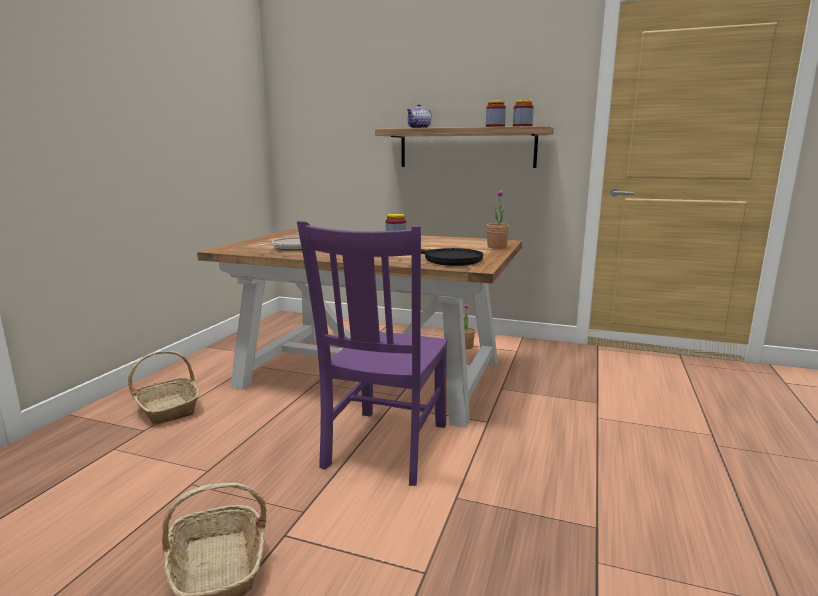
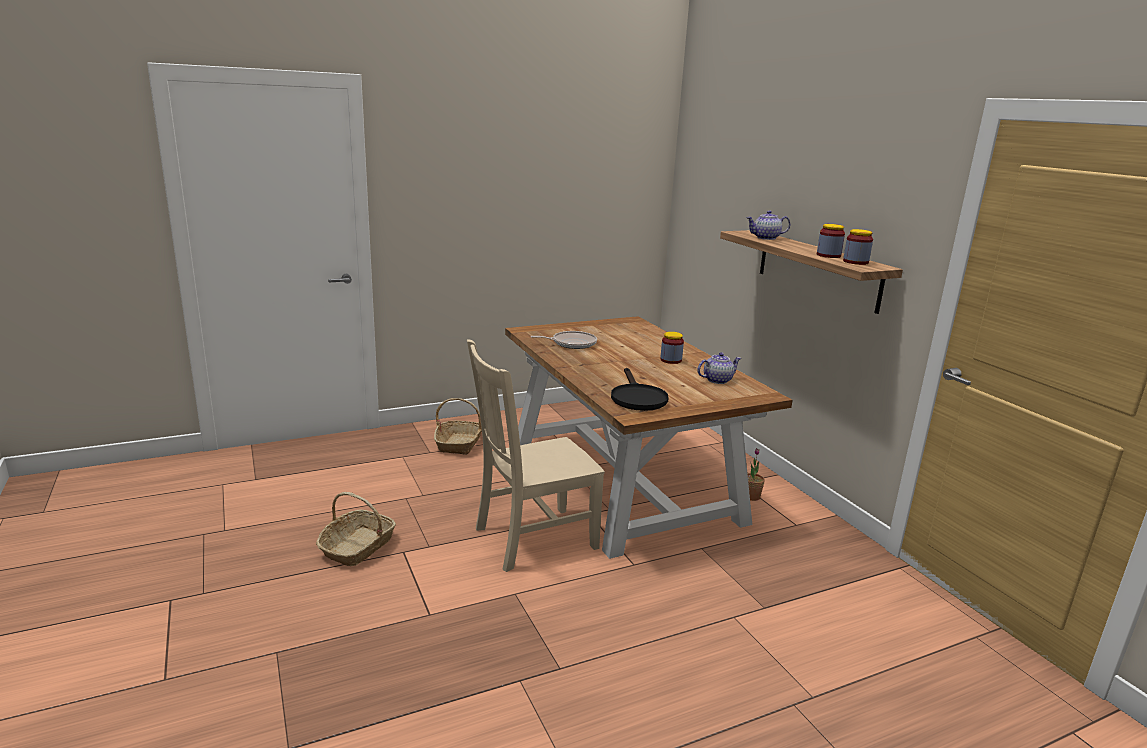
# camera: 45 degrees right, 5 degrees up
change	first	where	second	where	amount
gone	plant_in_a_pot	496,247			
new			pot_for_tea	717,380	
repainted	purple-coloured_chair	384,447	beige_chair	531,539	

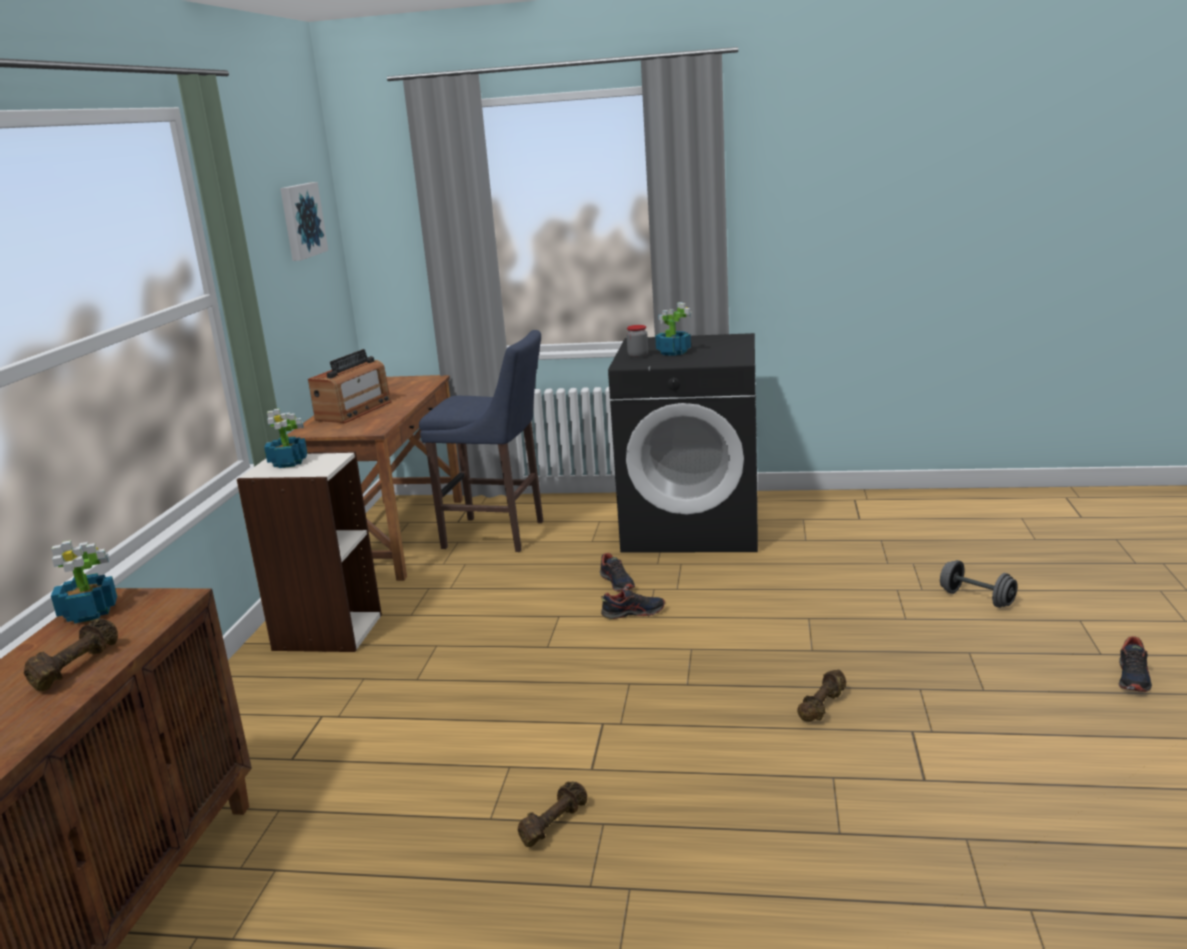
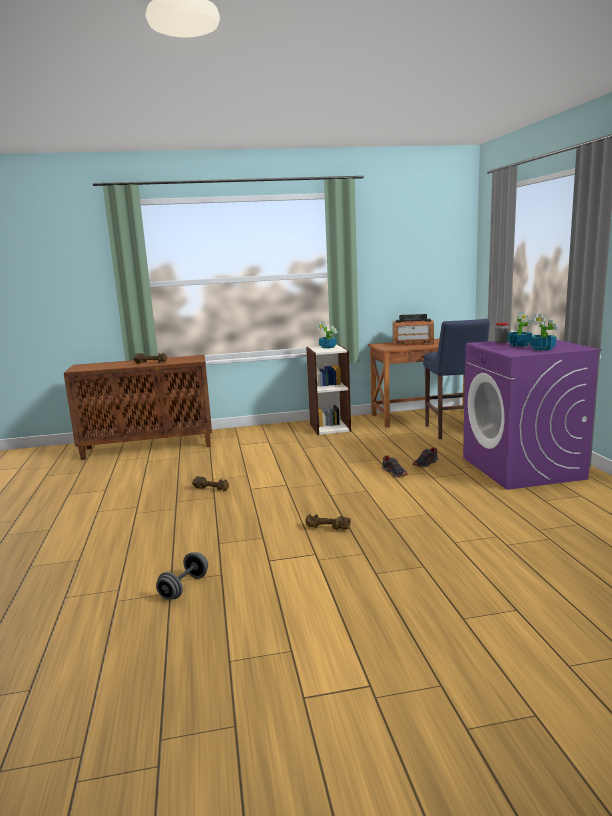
# camera: 70 degrees right, 5 degrees down
change	first	where	second	where	amount
gone	wall_art	301,221			
gone	low_shoe	1133,677			
shifted	plant_in_a_pot	90,612		543,349	
shifted	gray_dumbbell	977,599		184,587	
repainted	black_laundry_machine	693,527	purple-coloured_laundry_machine	522,468	

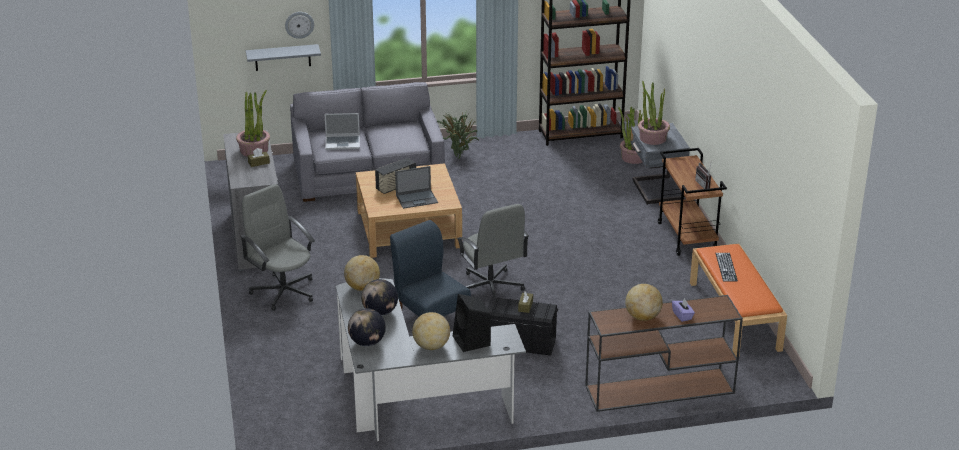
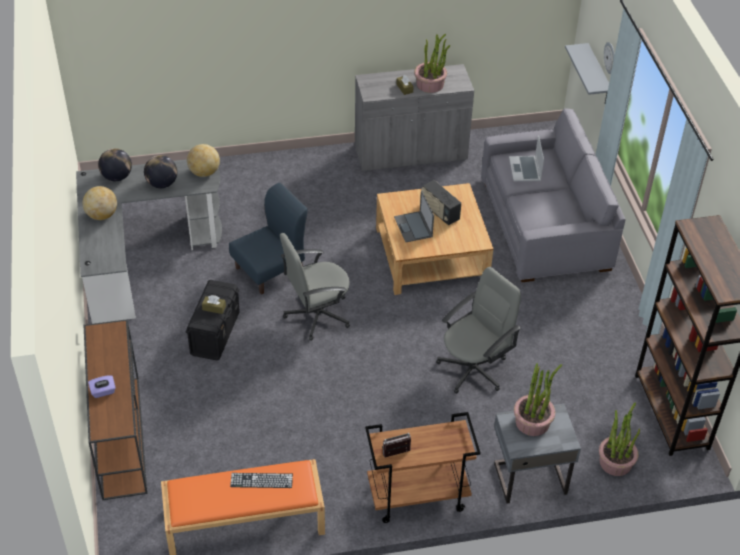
# camera: 90 degrees right, 15 degrees up
change	first	where	second	where	amount
gone	plant_in_a_pot	459,156			
gone	black_loudspeaker	472,341			
gone	globe	643,317			
shifted	gray_office_chair	283,291		474,369	

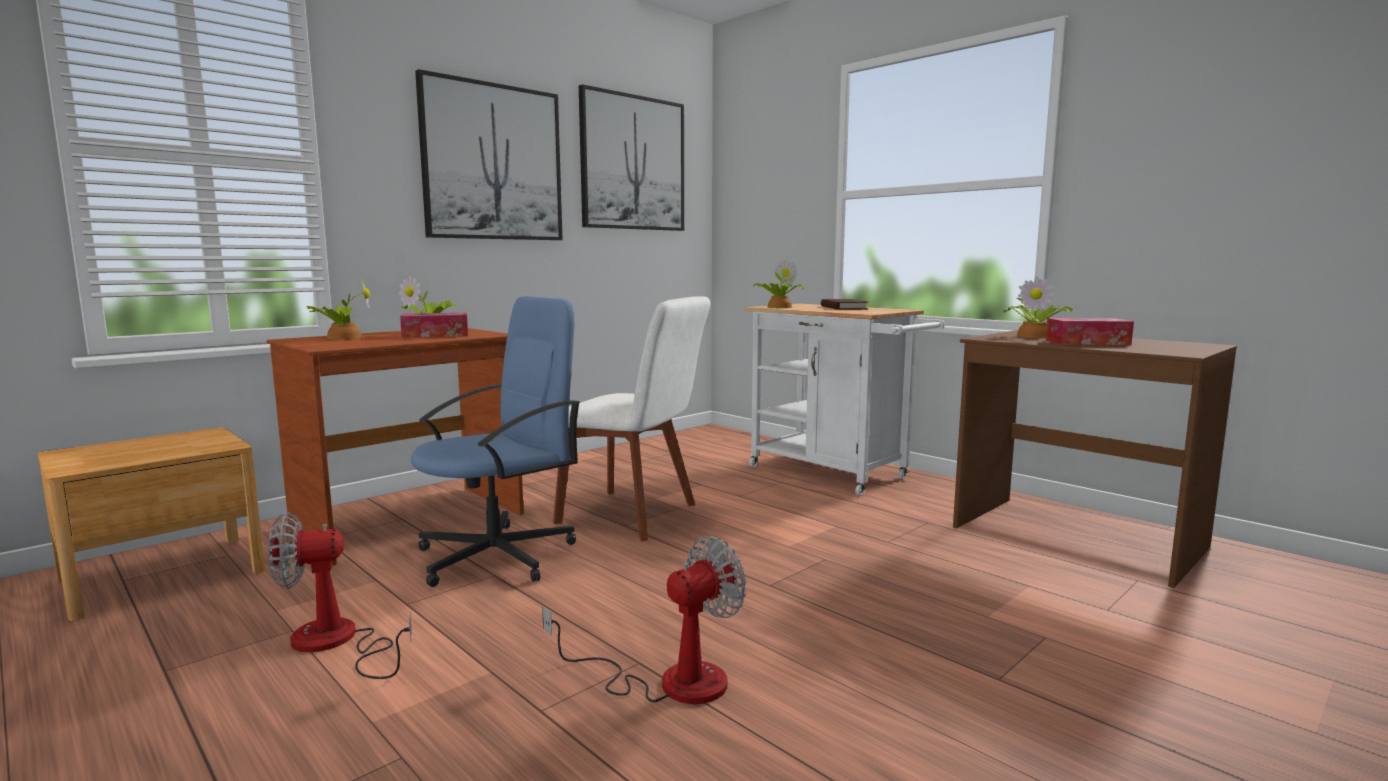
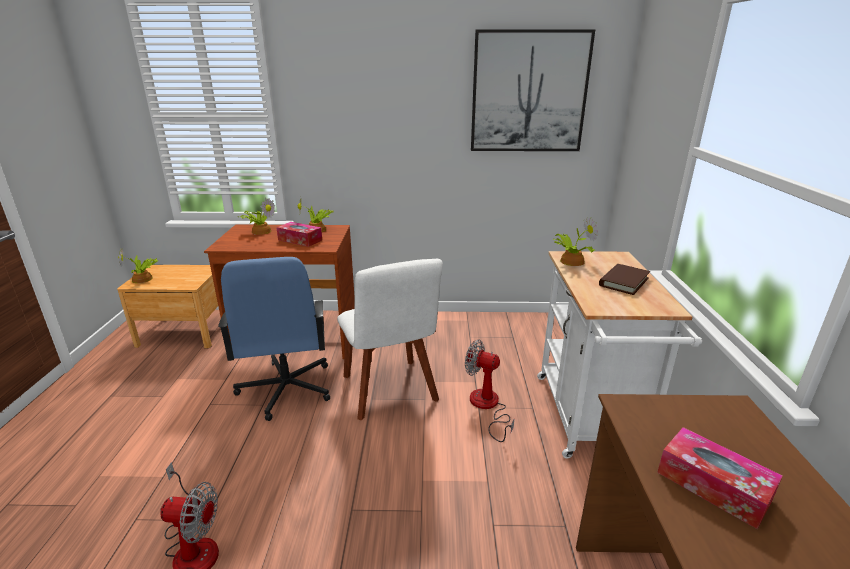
# camera: 45 degrees right, 15 degrees up
change	first	where	second	where	amount
gone	wall_art	493,162			
shifted	cooling_fan	337,643		487,407	
shifted	plant_in_a_pot	1035,336		143,279	
rotated	blue-coloured_office_chair	498,555		286,389	75 degrees clockwise

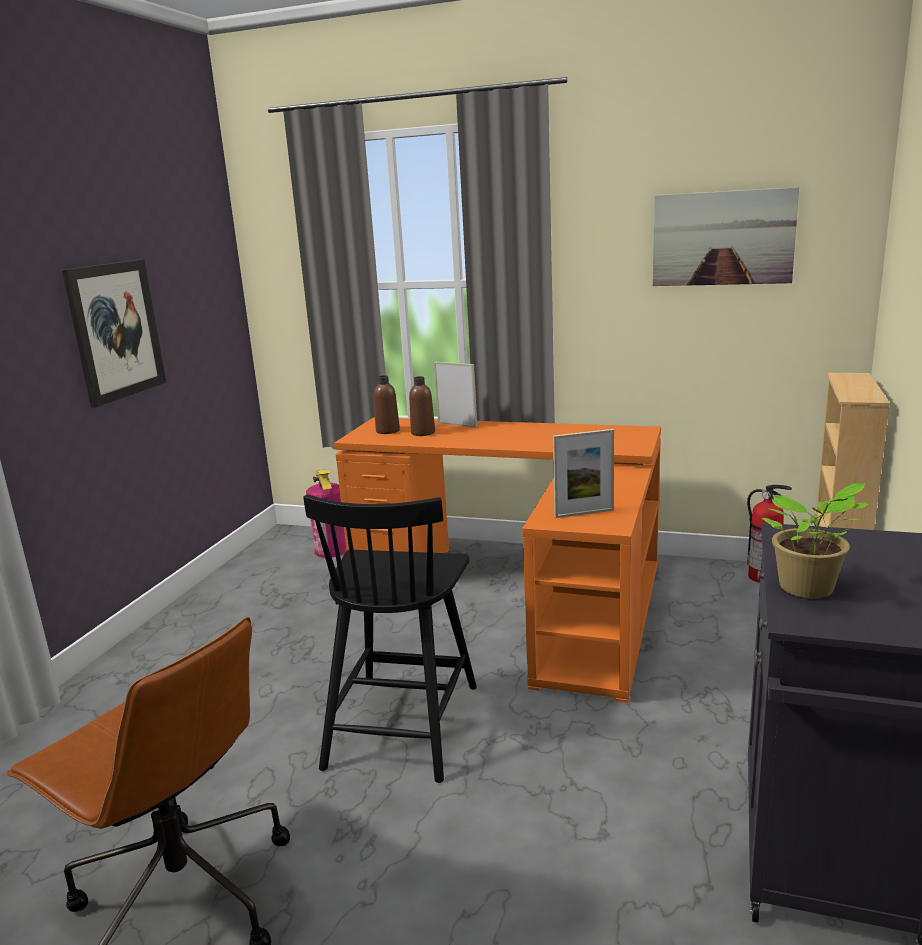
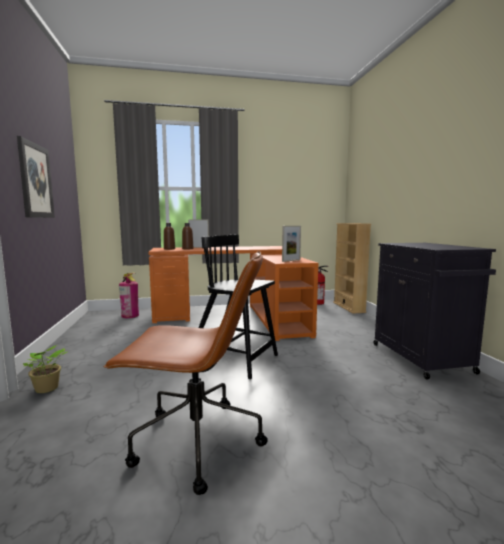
# camera: 30 degrees left, 10 degrees down
change	first	where	second	where	amount
gone	wall_art	722,238			
shifted	plant_in_a_pot	808,589		46,389	
rotated	black_chair	403,723		234,359	135 degrees clockwise

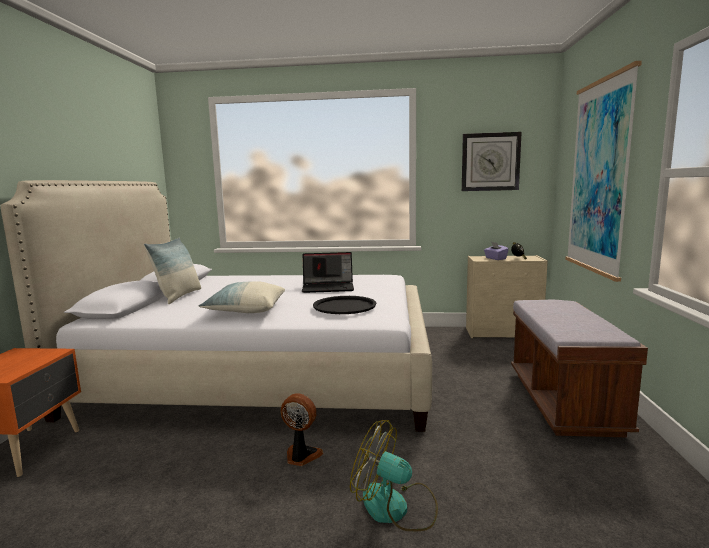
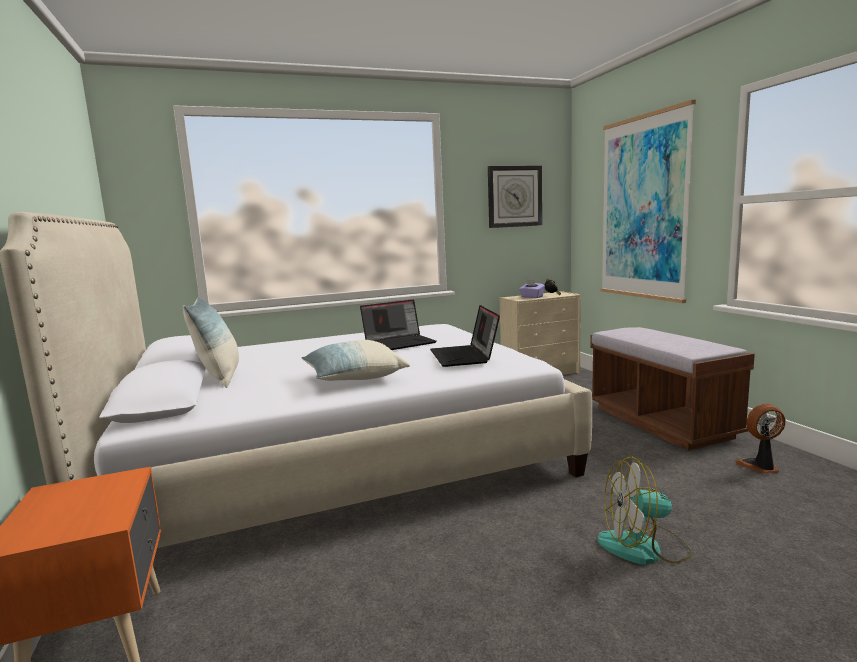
# camera: 25 degrees left, 0 degrees up
change	first	where	second	where	amount
shifted	cooling_fan	301,456		760,467	
swapped	black_serving_tray	344,306	laptop	464,356	

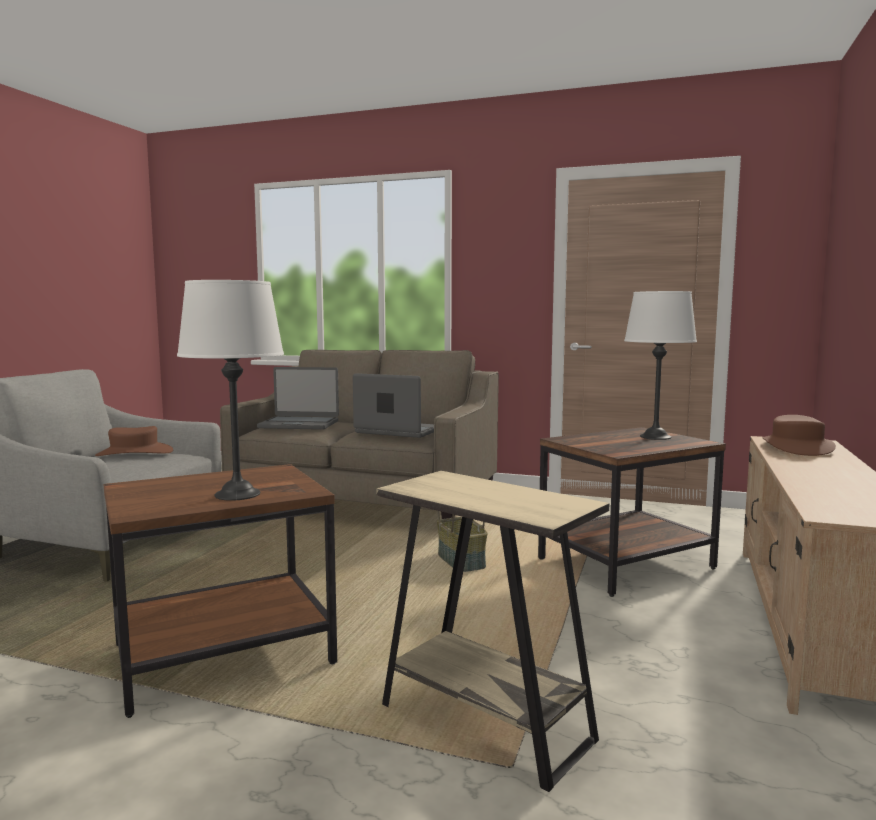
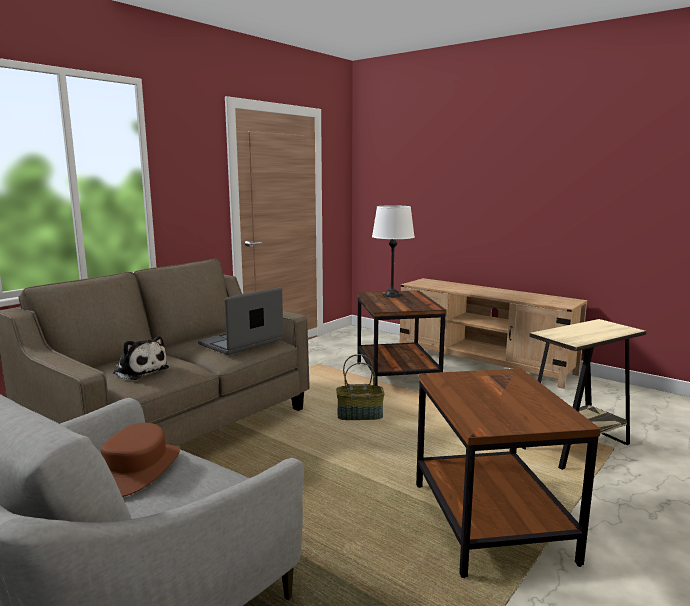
# camera: 70 degrees left, 5 degrees up
change	first	where	second	where	amount
gone	white-coloured_tabletop_lamp	237,494			
gone	brown_wearable_hat	796,447			
swapped	laptop	299,424	soft_toy	139,371	

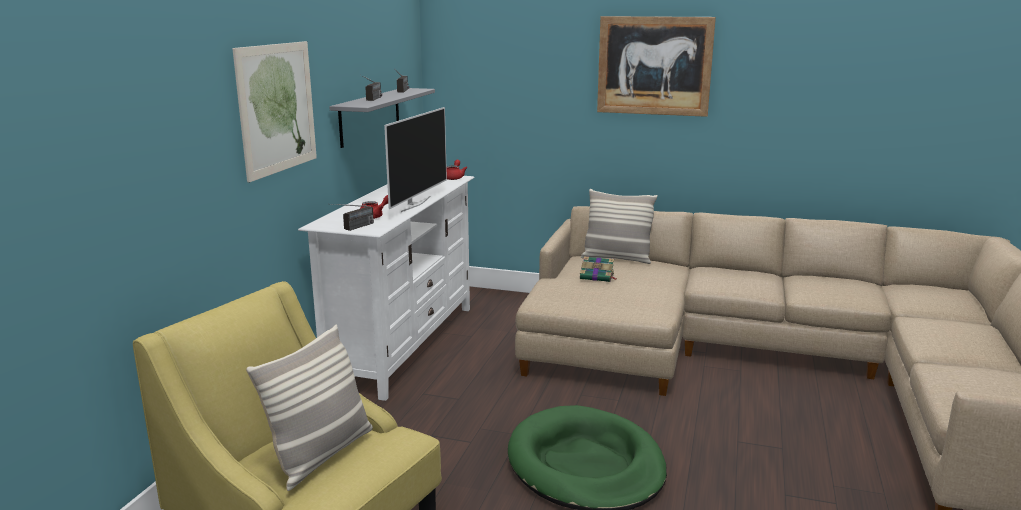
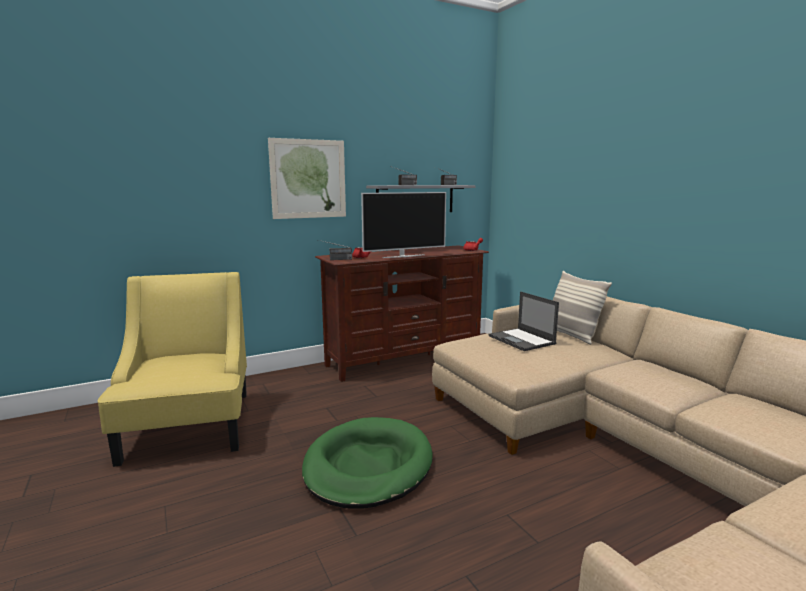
# camera: 45 degrees right, 5 degrees down
change	first	where	second	where	amount
gone	cushion	321,455			
gone	wall_art	654,66			
swapped	bound_book	597,277	laptop	522,340	
repainted	white-coloured_tv_stand	403,345	brown_tv_stand	404,359	

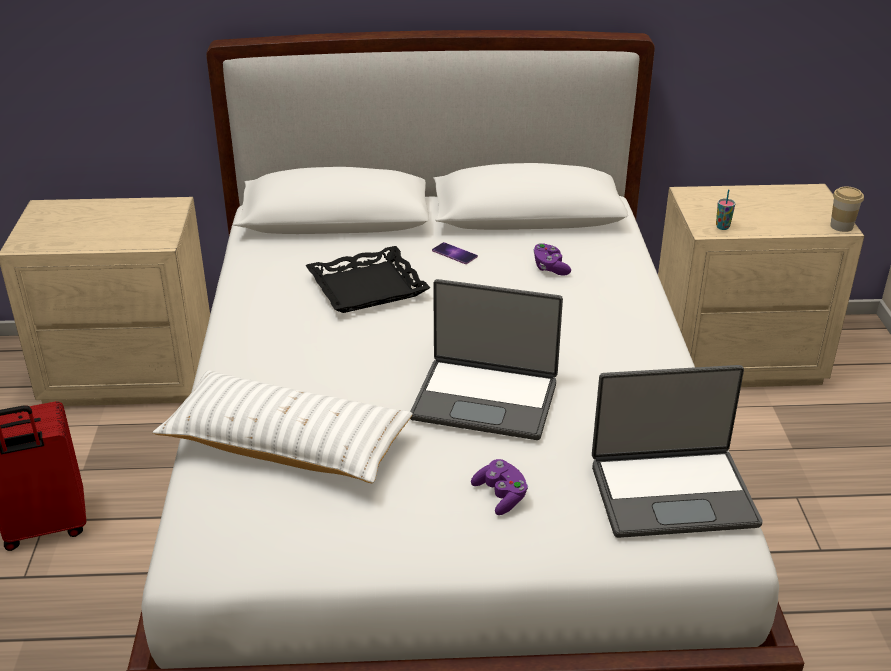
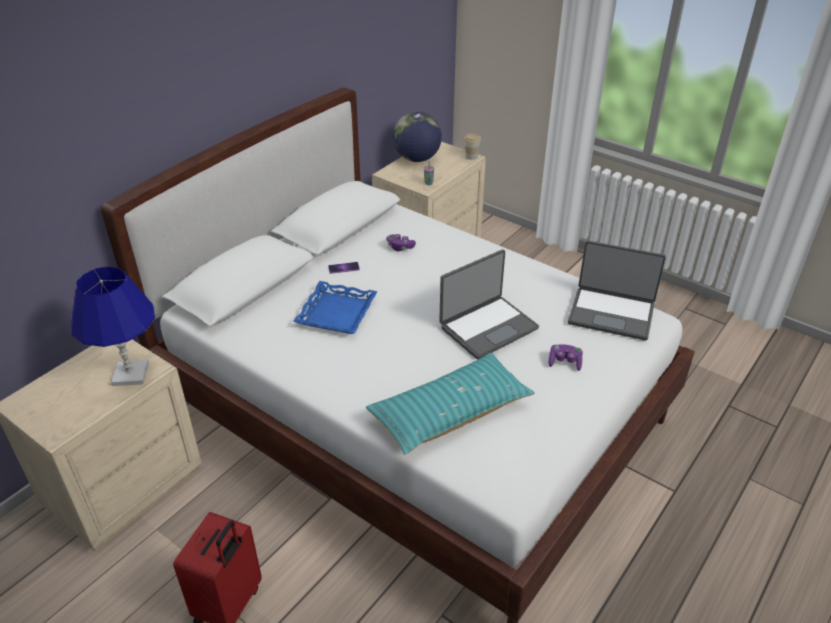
# camera: 50 degrees left, 5 degrees up
change	first	where	second	where	amount
new			blue-coloured_tabletop_lamp	130,374	
new			globe	417,159	
repainted	white-coloured_cushion	286,445	turquoise_cushion	450,413	
repainted	black_serving_tray	367,288	blue-coloured_serving_tray	337,313	
rotated	laptop	672,492		611,313	75 degrees clockwise

